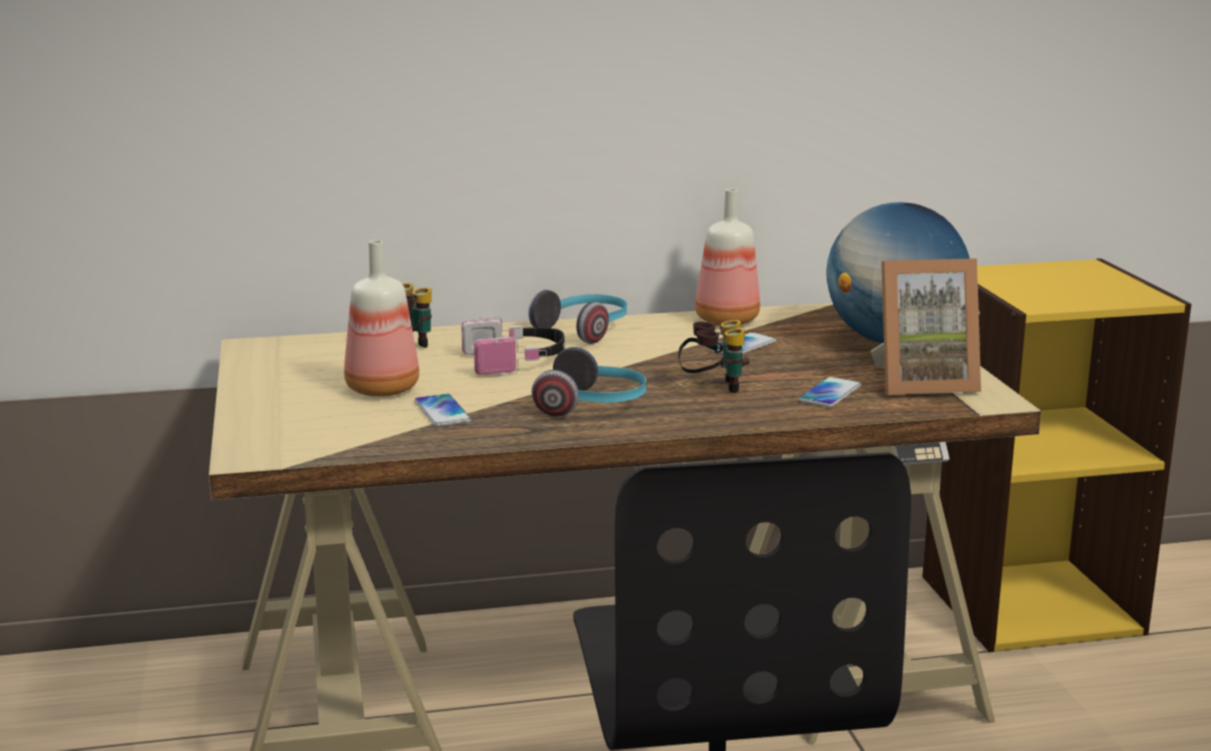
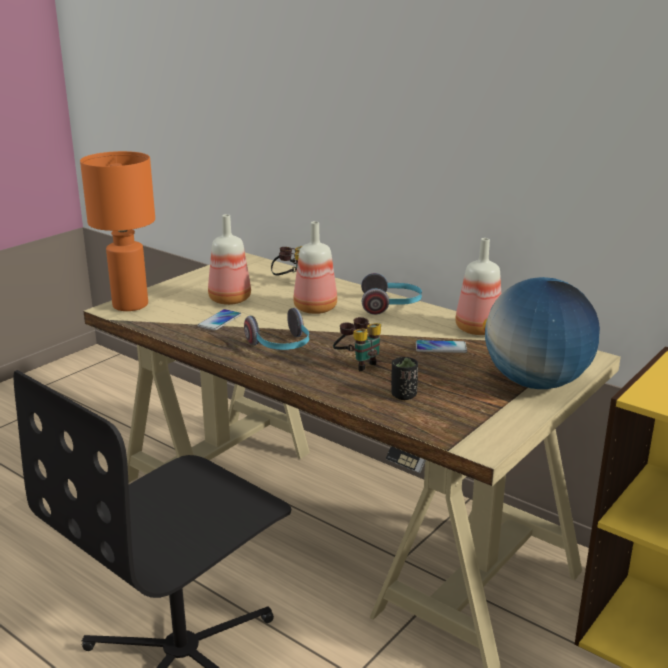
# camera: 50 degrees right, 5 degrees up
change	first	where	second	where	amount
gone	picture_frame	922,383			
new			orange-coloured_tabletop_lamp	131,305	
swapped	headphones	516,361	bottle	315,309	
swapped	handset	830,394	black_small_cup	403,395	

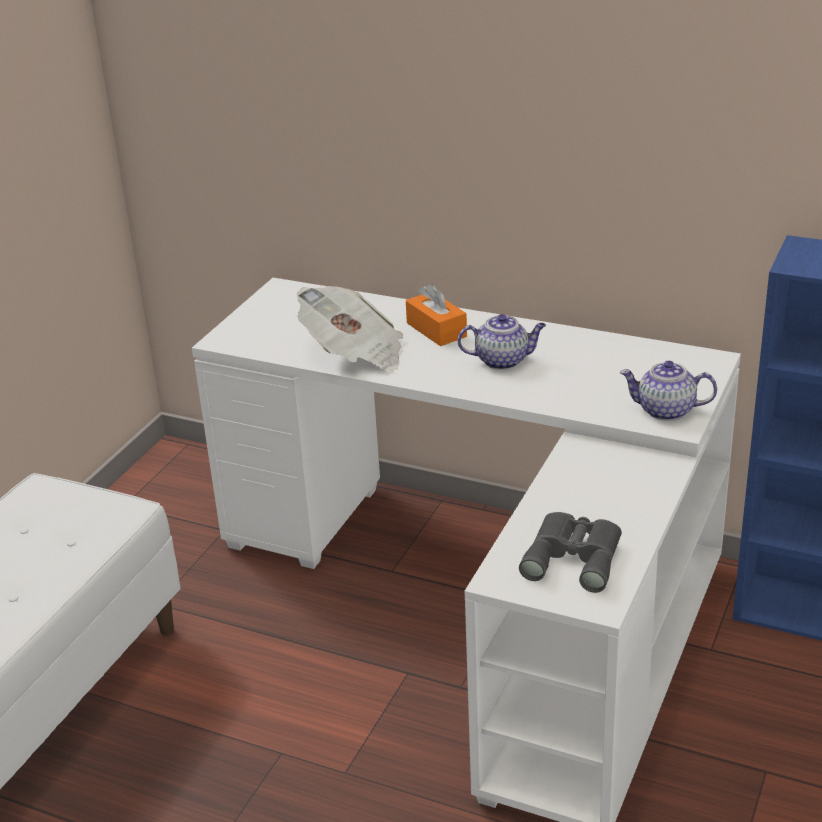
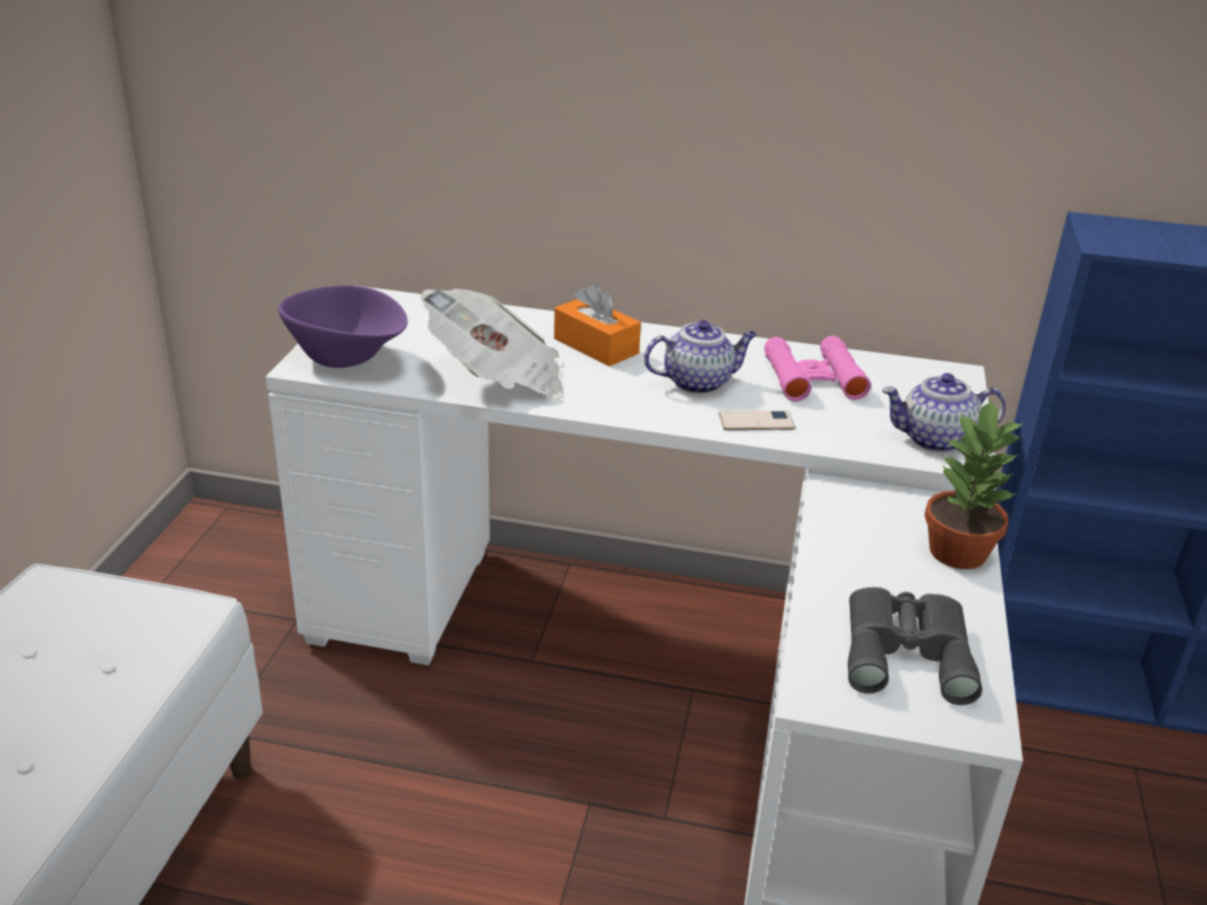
# camera: 15 degrees left, 0 degrees up
change	first	where	second	where	amount
new			purple-coloured_bowl	350,360	
new			handset	756,421	
new			pinkish_binoculars	813,378	
new			plant_in_a_pot	959,552	

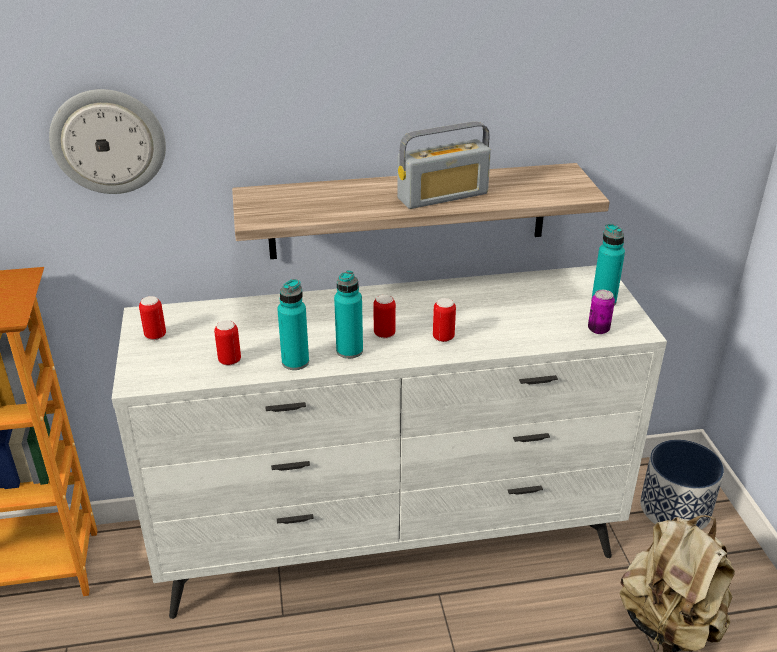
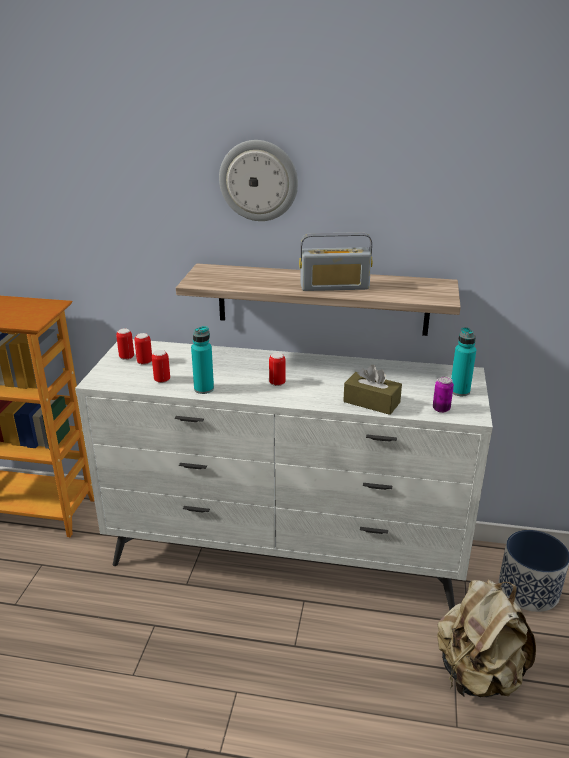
# camera: 20 degrees right, 5 degrees down
change	first	where	second	where	amount
gone	turquoise_bottle	349,351			
new			brown_tissue_box	371,402	
shifted	wall_clock	108,141		258,180	
shifted	can	443,337		144,362	

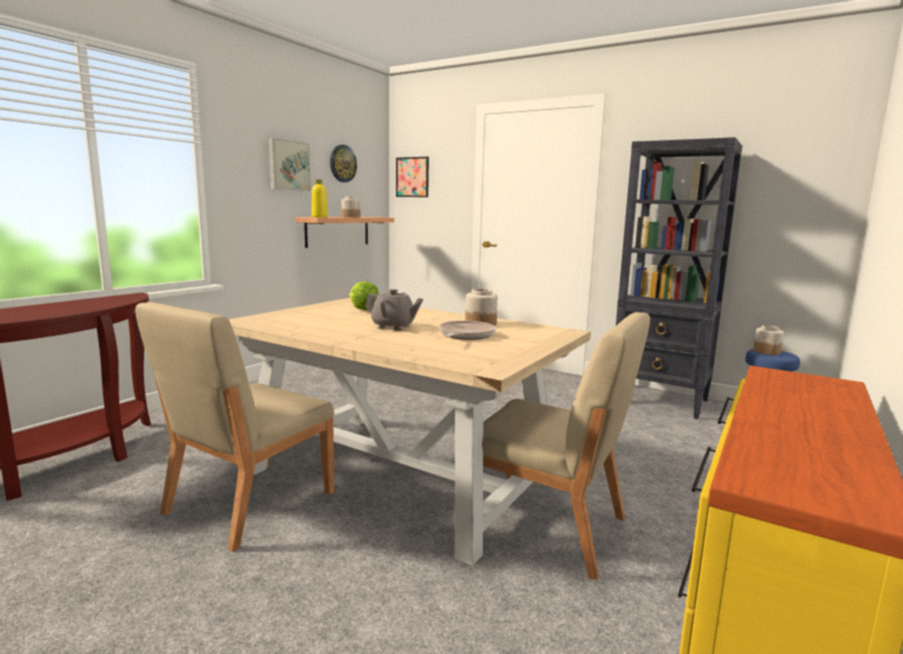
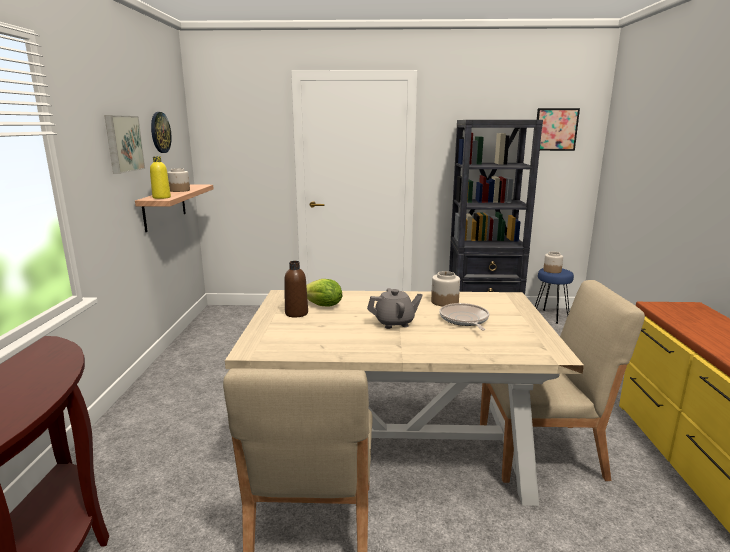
# camera: 30 degrees left, 5 degrees up
change	first	where	second	where	amount
new			brown_bottle	296,313	
shifted	wall_art	412,177		556,129	

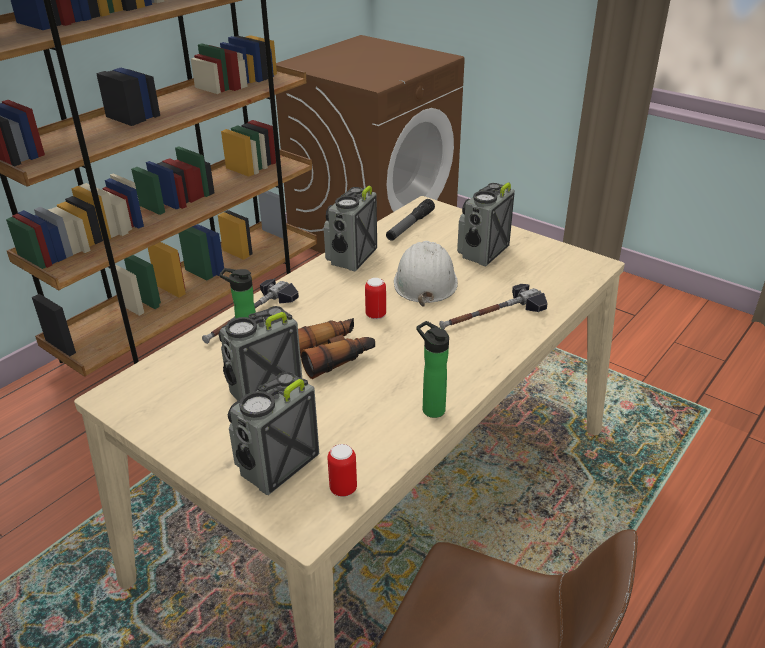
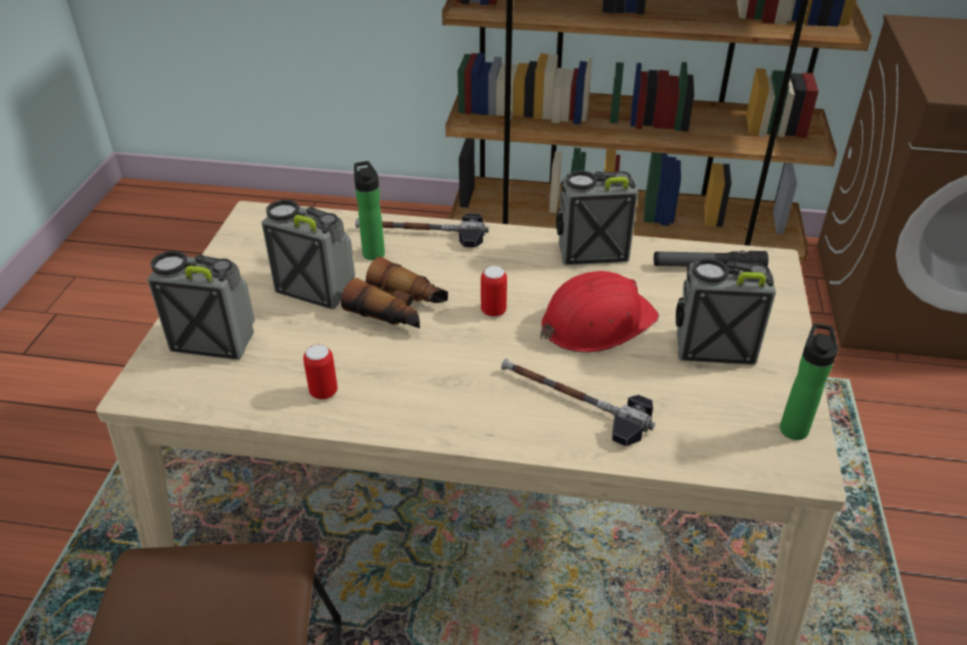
# camera: 60 degrees right, 5 degrees up
change	first	where	second	where	amount
shifted	can	343,489		323,392	
shifted	bottle	431,408		793,426	
repainted	white-coloured_safety_helmet	425,281	red_safety_helmet	596,322	

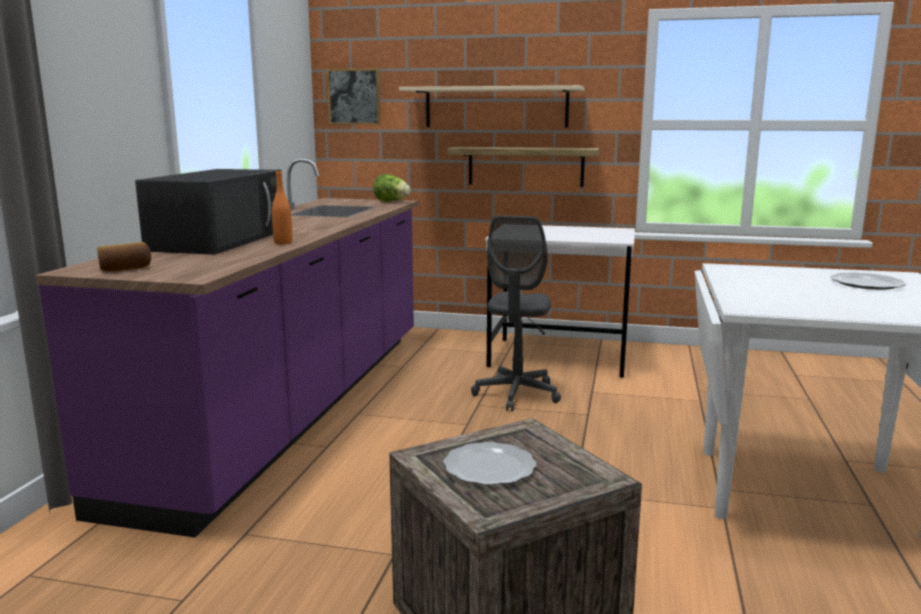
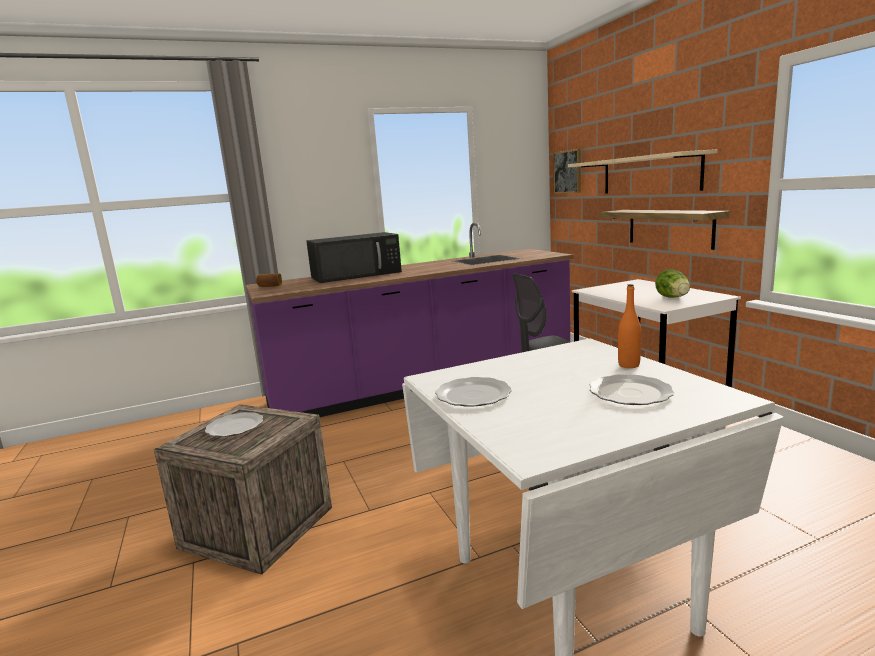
# camera: 55 degrees right, 0 degrees up
change	first	where	second	where	amount
new			plate	474,395	
shifted	orange-coloured_bottle	283,243		629,365	
shifted	lettuce_head	392,201		673,298	

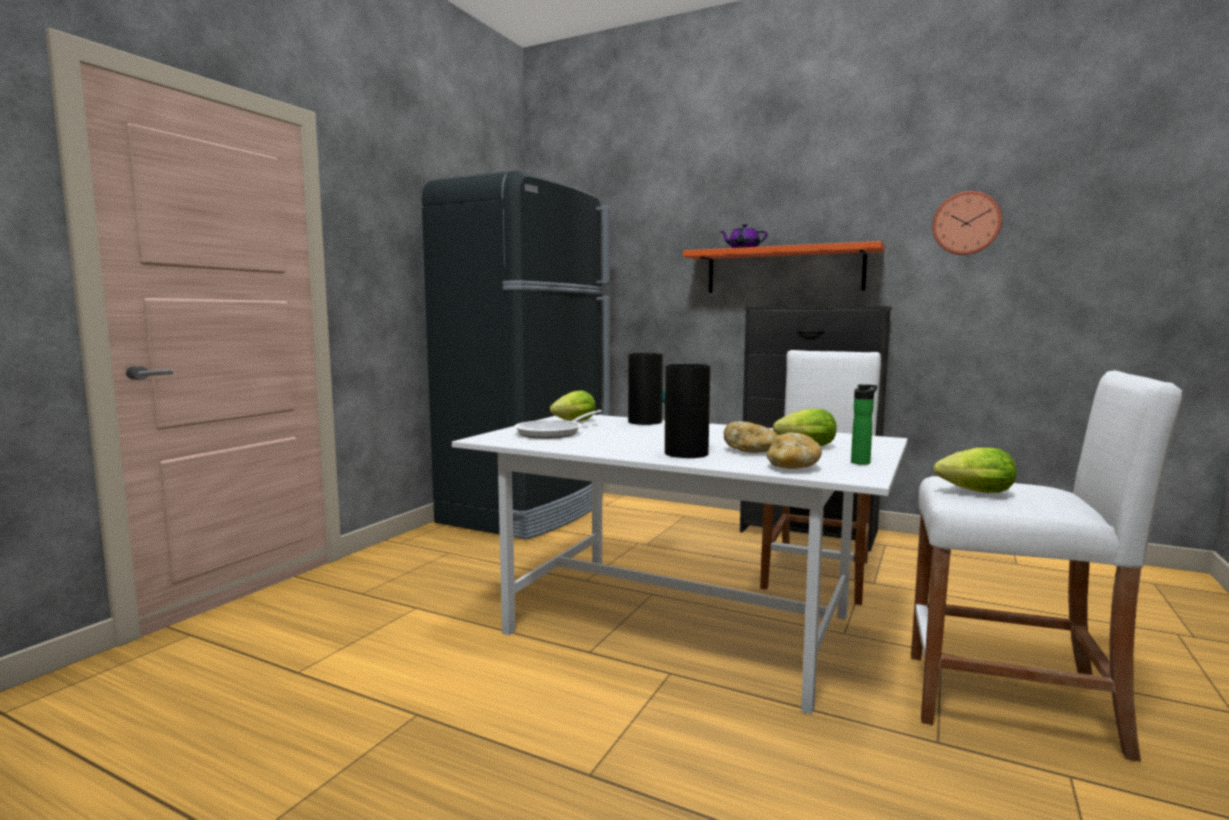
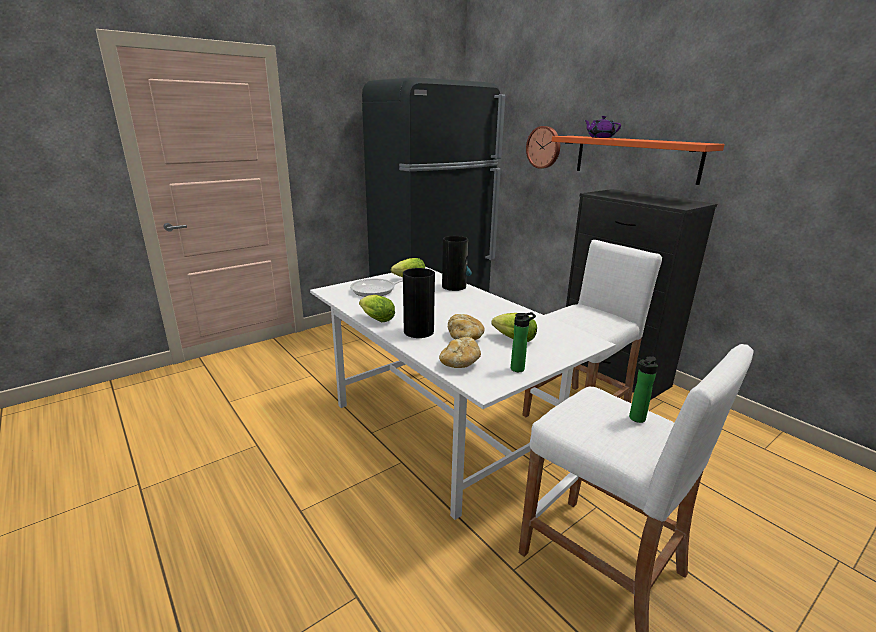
# camera: 25 degrees right, 15 degrees up
change	first	where	second	where	amount
new			bottle	635,419	
shifted	wall_clock	966,223		544,147	
shifted	lettuce_head	971,492		375,319	

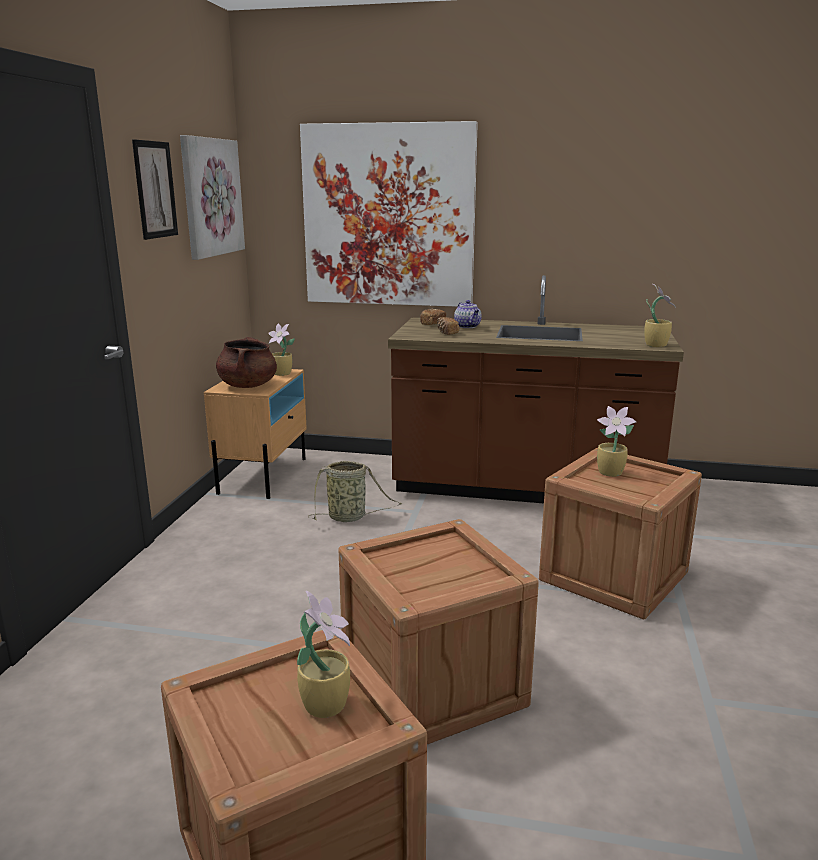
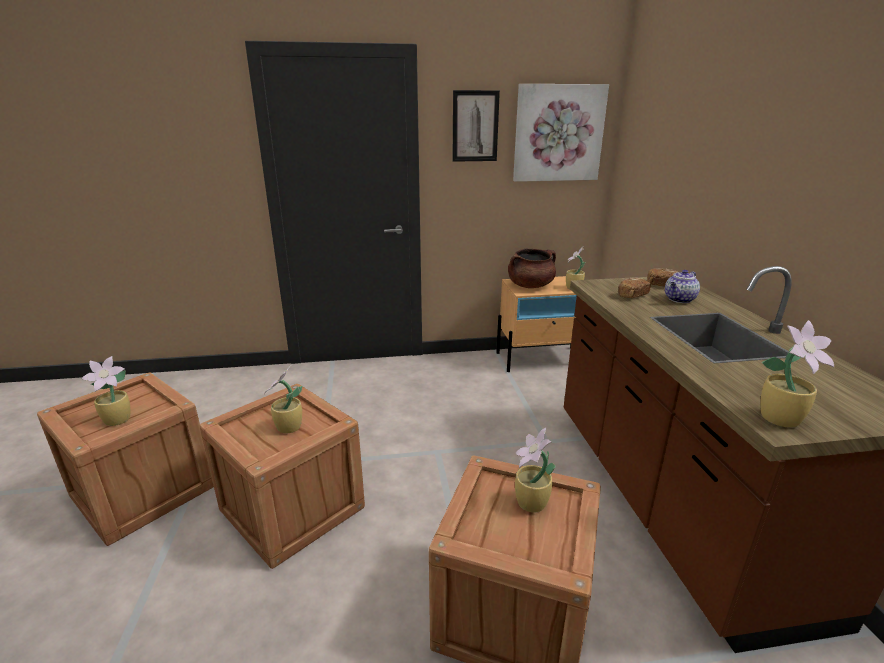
# camera: 70 degrees right, 5 degrees up
change	first	where	second	where	amount
gone	wall_art	388,216			
gone	household_basket	349,517			
new			plant_in_a_pot	288,428	

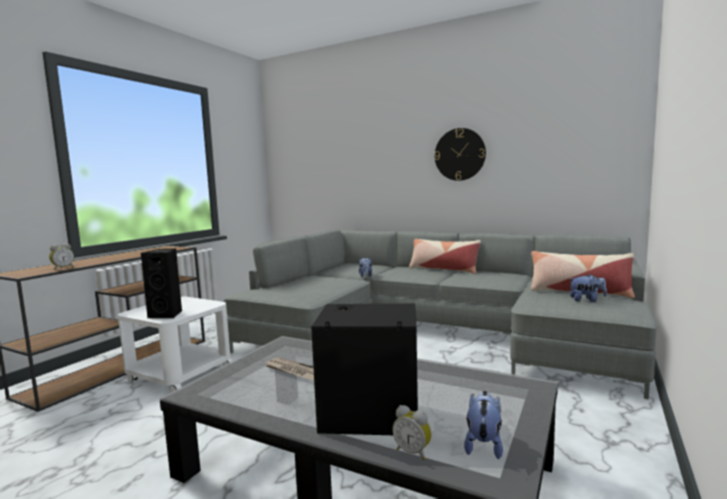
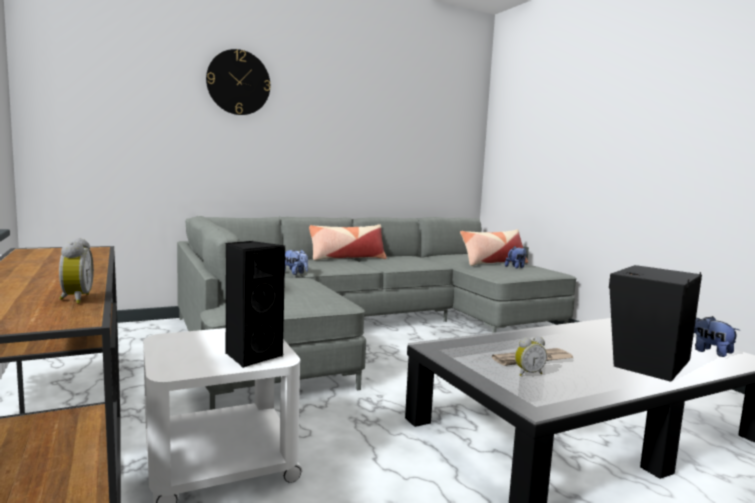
# camera: 55 degrees left, 0 degrees up
change	first	where	second	where	amount
shifted	table_clock	413,452		528,373	
shifted	wall_clock	459,154		238,82	

